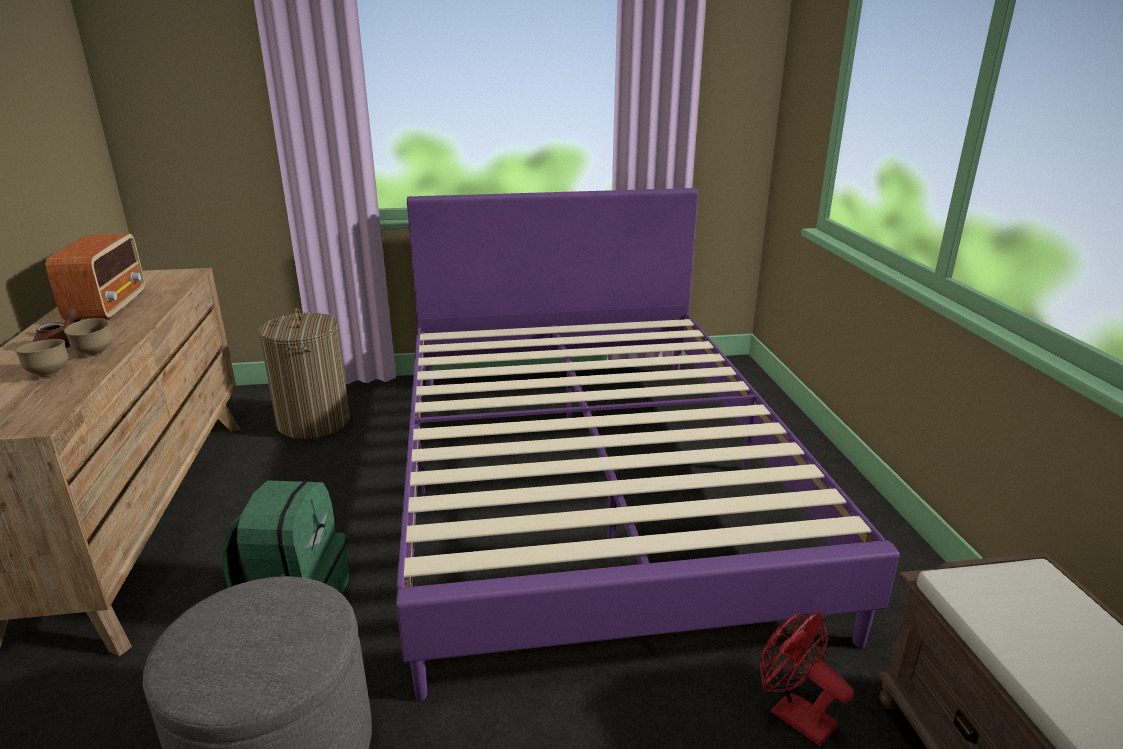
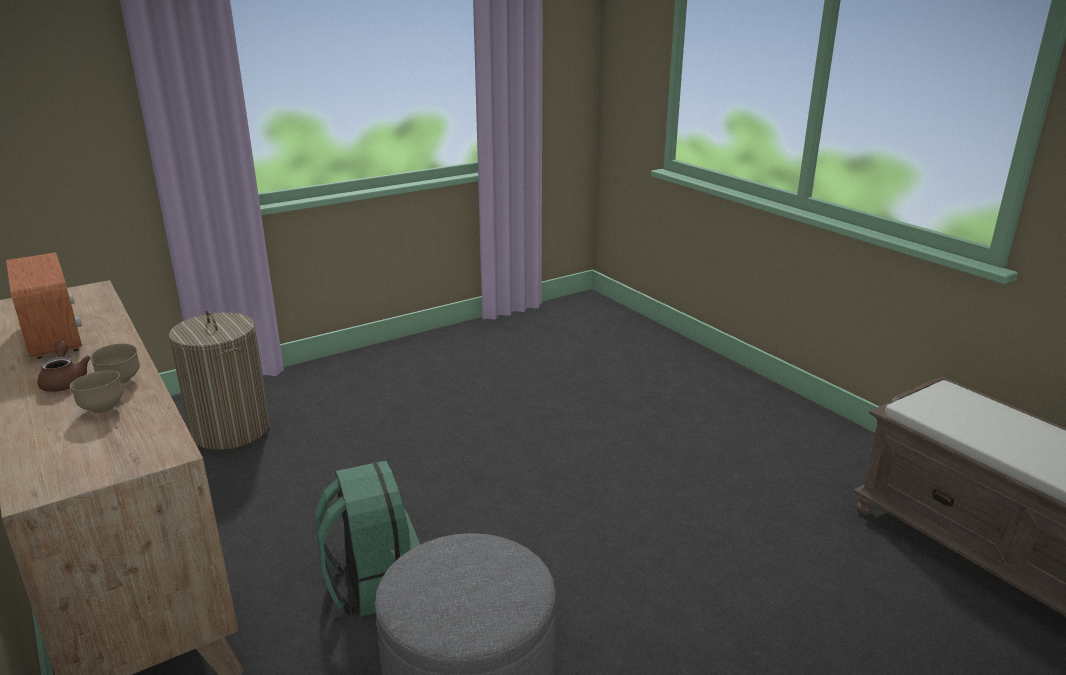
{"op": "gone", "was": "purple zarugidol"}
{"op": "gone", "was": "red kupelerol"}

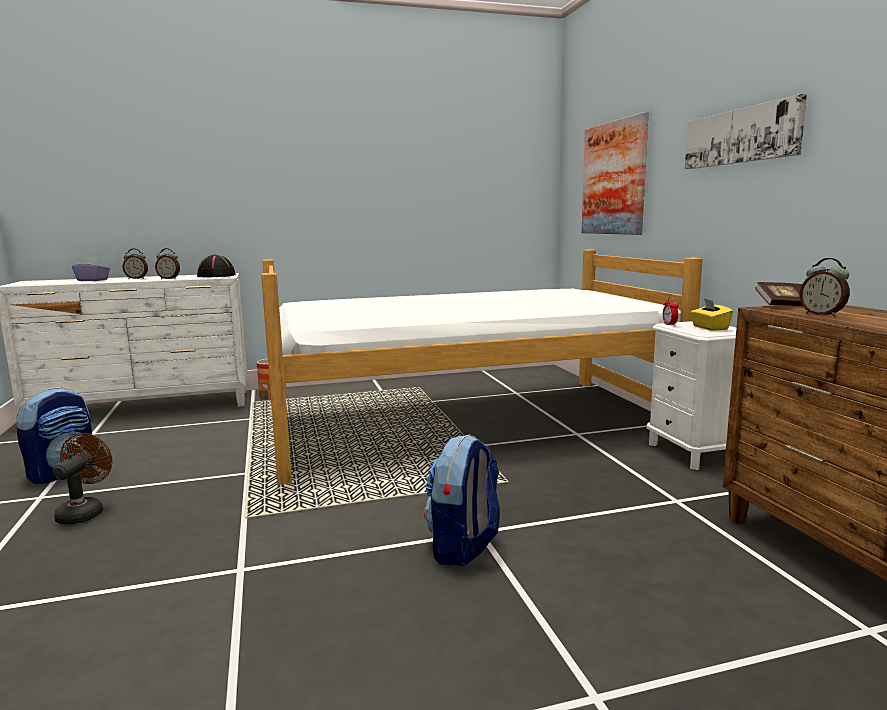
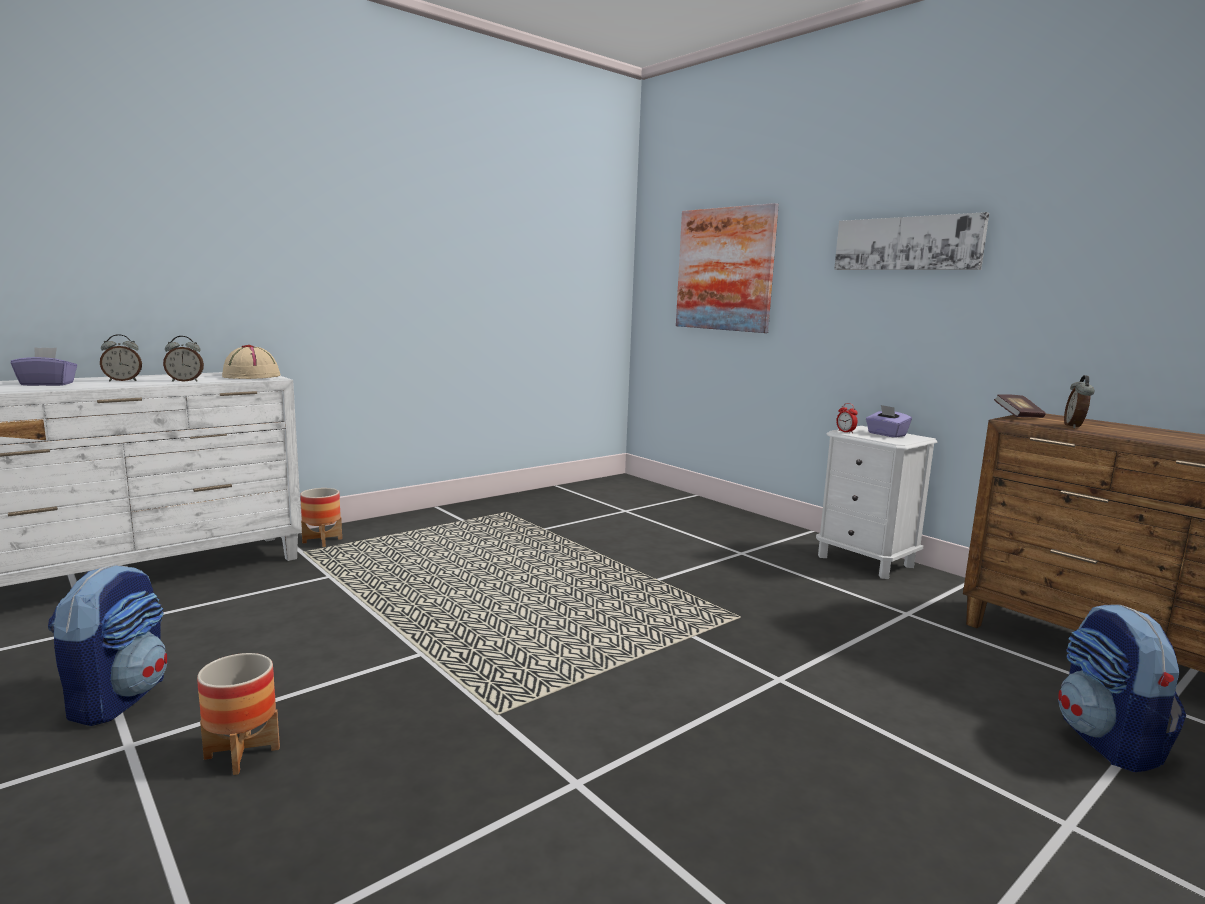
{"op": "swapped", "was": "brown kupelerol", "now": "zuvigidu (no. 1 from left)"}
{"op": "repainted", "was": "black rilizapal", "now": "beige rilizapal"}
{"op": "repainted", "was": "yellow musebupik", "now": "purple musebupik (no. 2 from left)"}
{"op": "shifted", "was": "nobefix (no. 2 from left)"}
{"op": "rotated", "was": "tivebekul (no. 4 from left)", "clockwise": 75}
{"op": "gone", "was": "zarugidol"}

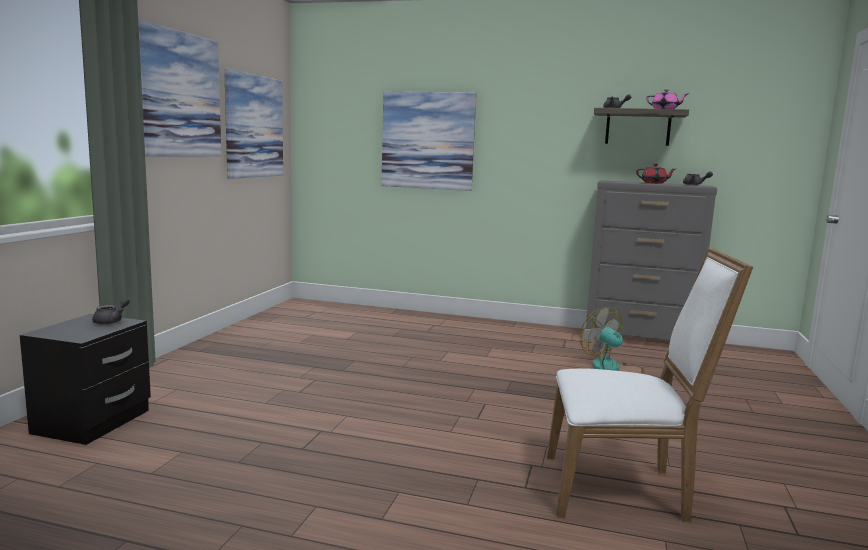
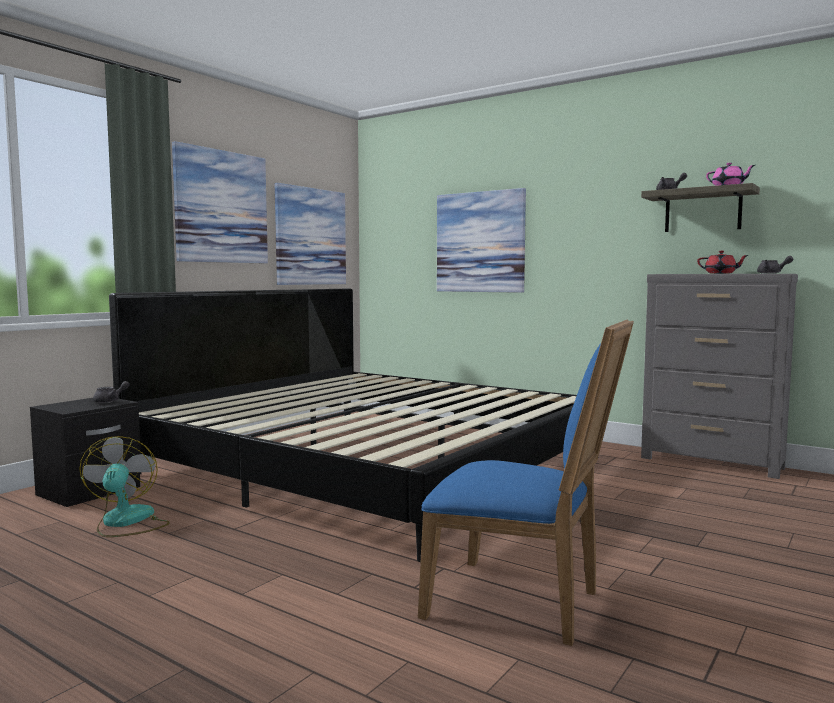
{"op": "shifted", "was": "kupelerol"}
{"op": "new", "now": "zarugidol"}
{"op": "repainted", "was": "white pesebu", "now": "blue pesebu"}

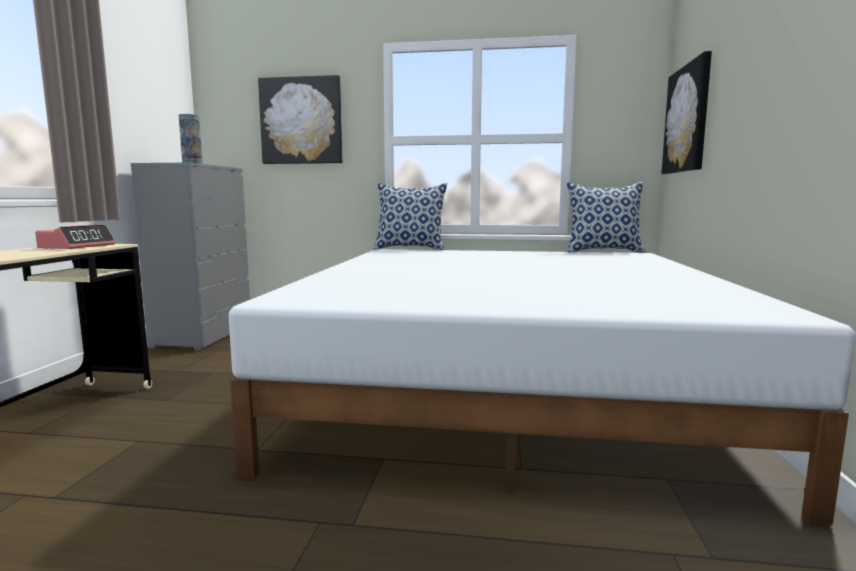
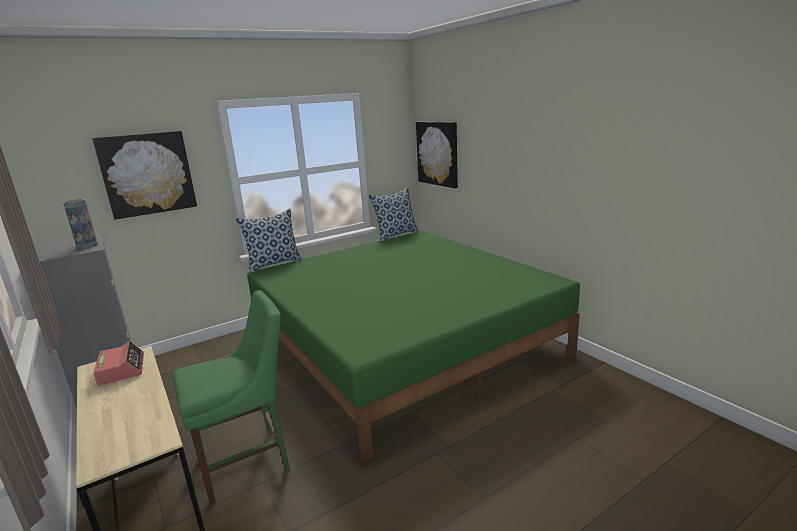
{"op": "new", "now": "green pesebu"}
{"op": "repainted", "was": "white zarugidol", "now": "green zarugidol"}

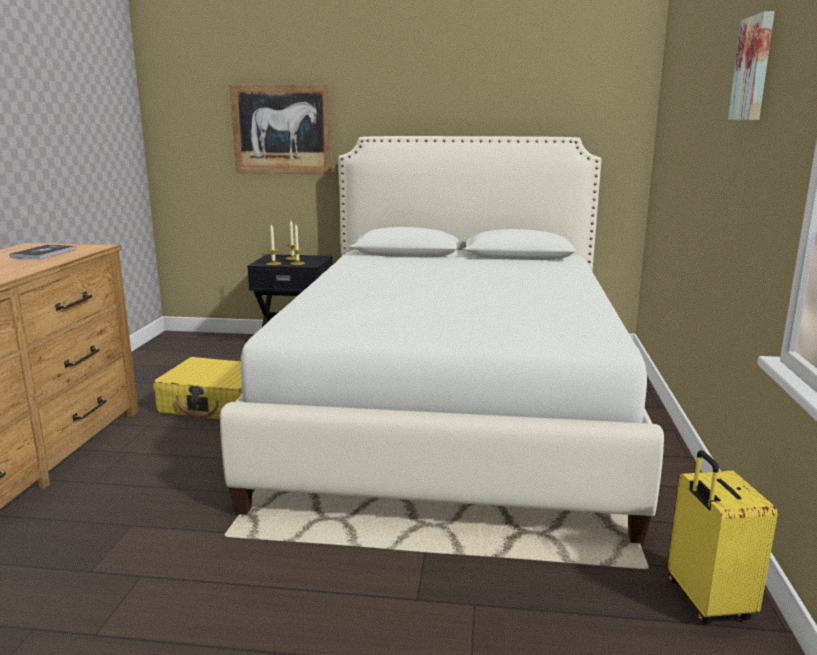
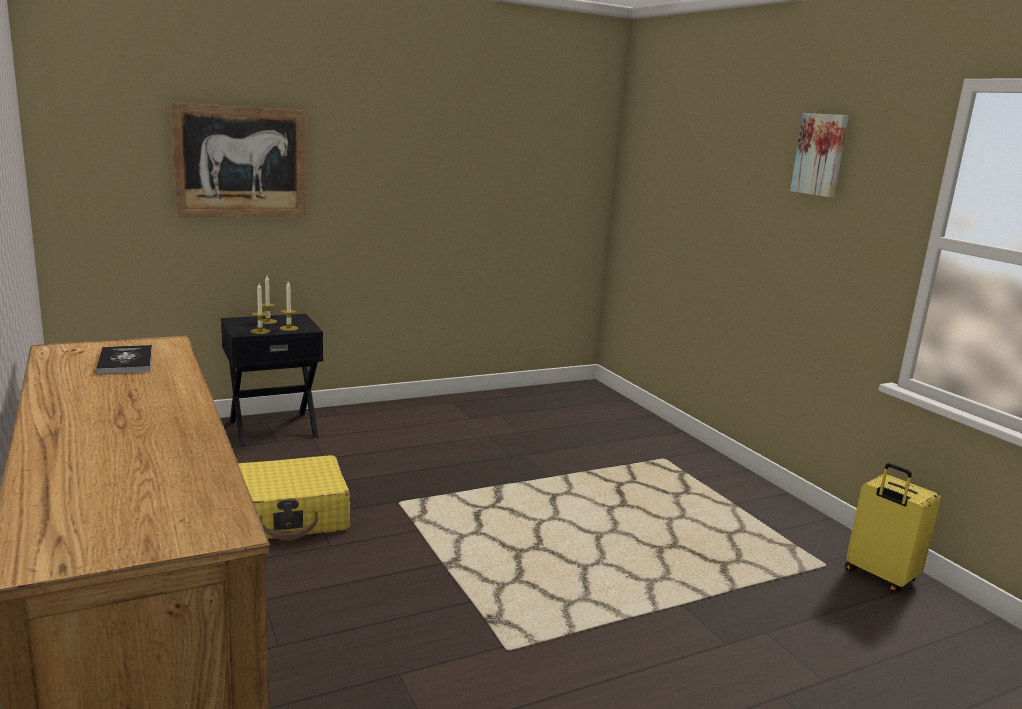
{"op": "gone", "was": "white zarugidol"}

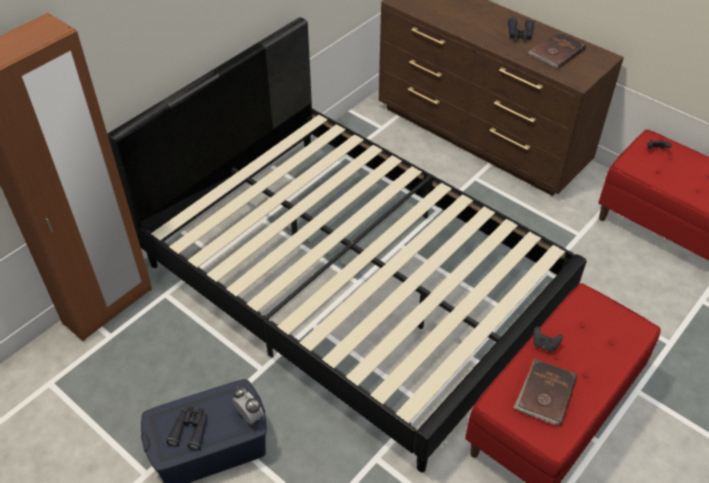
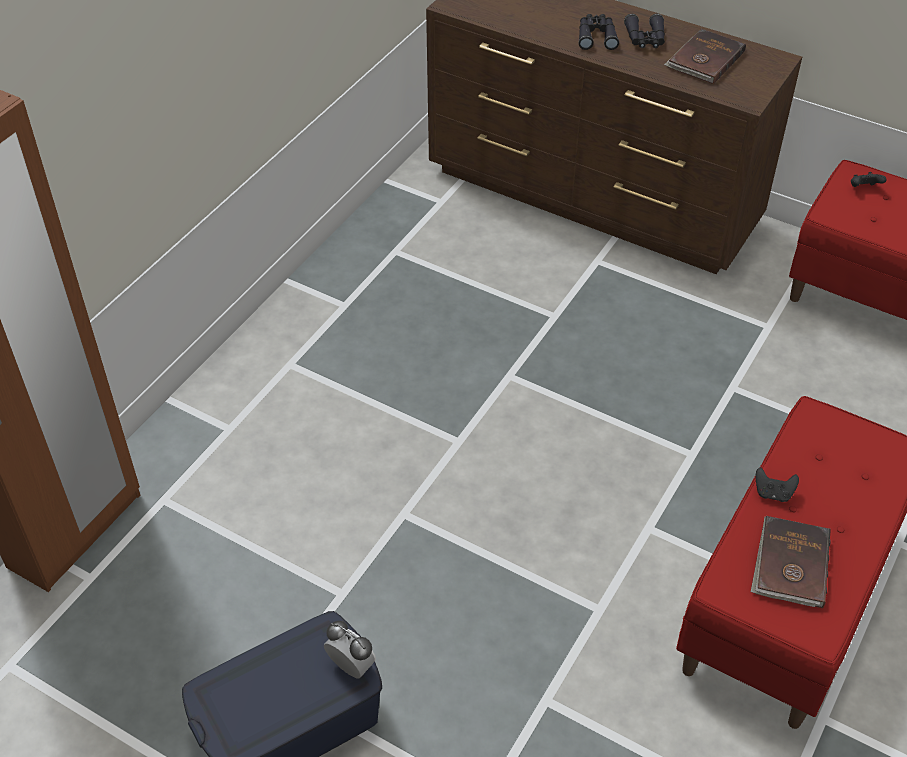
{"op": "shifted", "was": "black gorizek (no. 1 from left)"}
{"op": "gone", "was": "black zarugidol"}

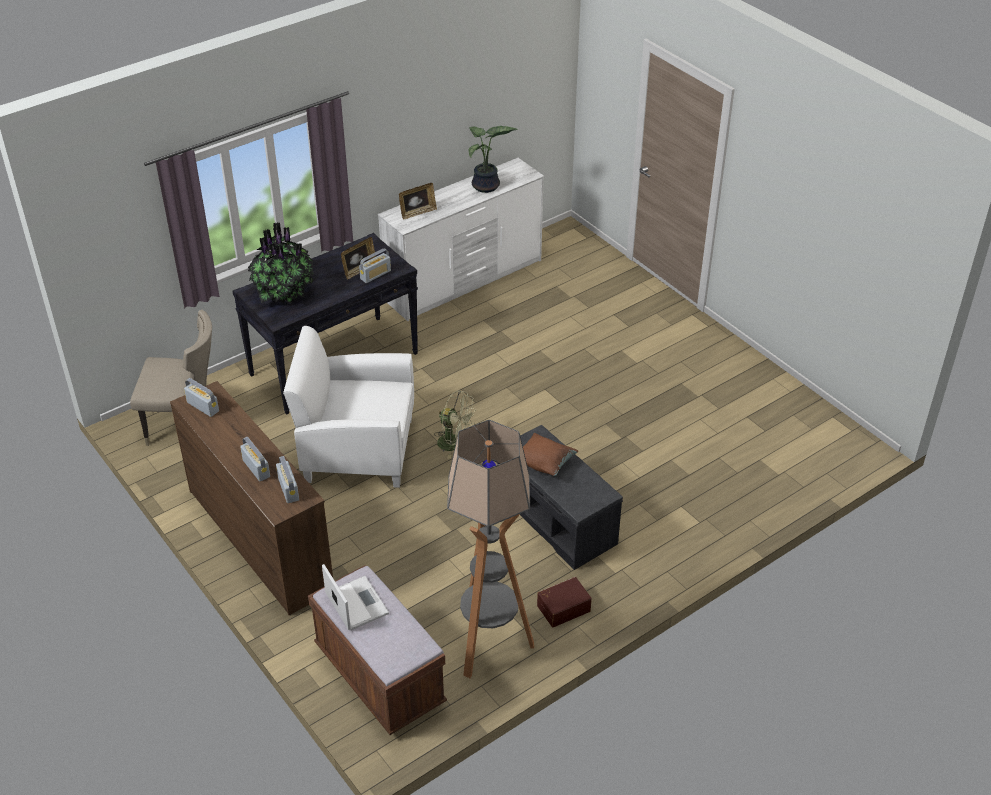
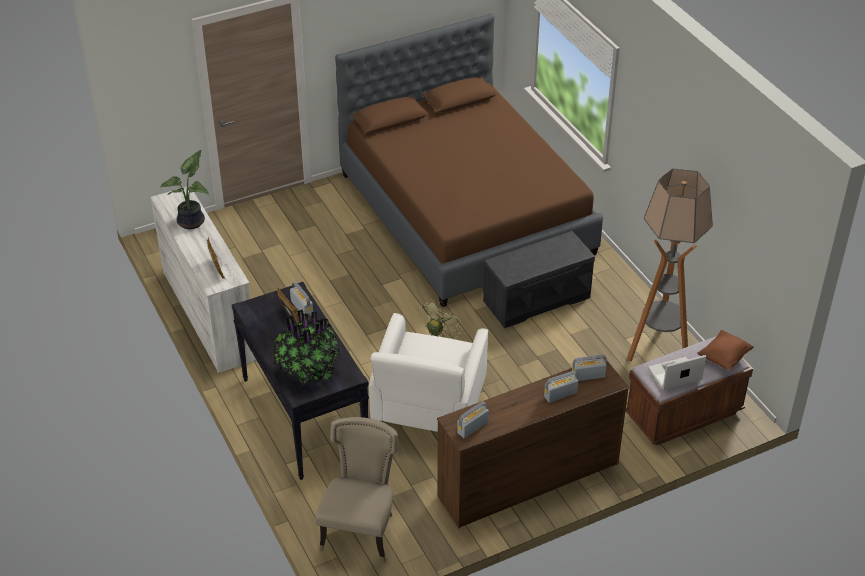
{"op": "new", "now": "brown zarugidol"}
{"op": "shifted", "was": "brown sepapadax"}
{"op": "gone", "was": "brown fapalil"}

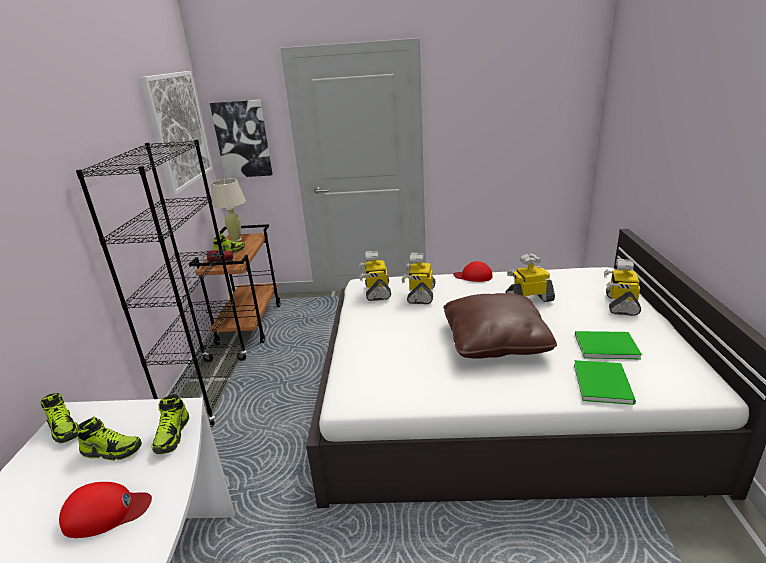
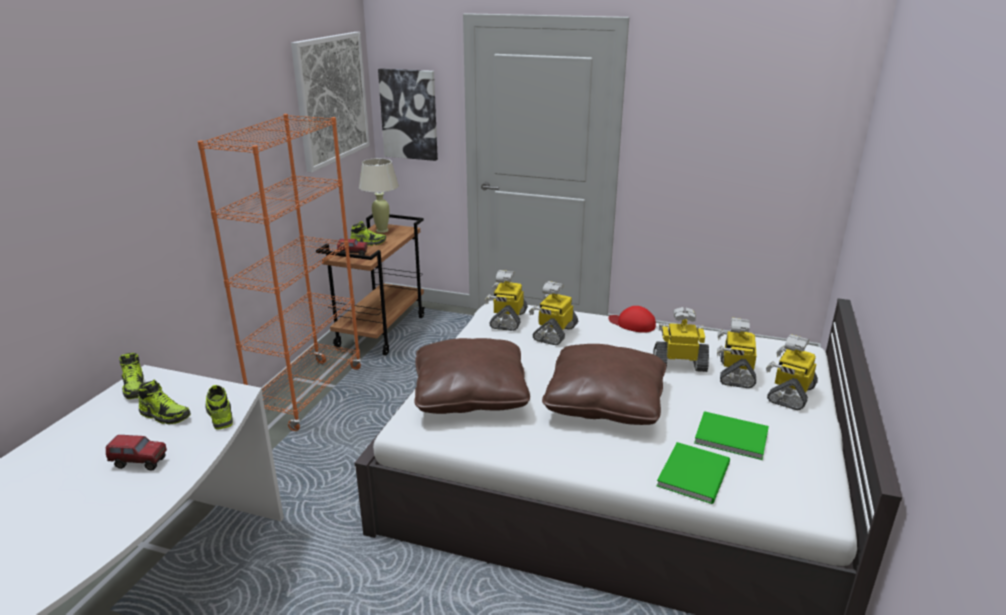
{"op": "swapped", "was": "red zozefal (no. 1 from left)", "now": "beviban (no. 1 from left)"}
{"op": "repainted", "was": "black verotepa", "now": "orange verotepa"}
{"op": "rotated", "was": "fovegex (no. 3 from left)", "clockwise": 135}
{"op": "new", "now": "brown sepapadax (no. 1 from left)"}
{"op": "new", "now": "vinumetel (no. 4 from left)"}

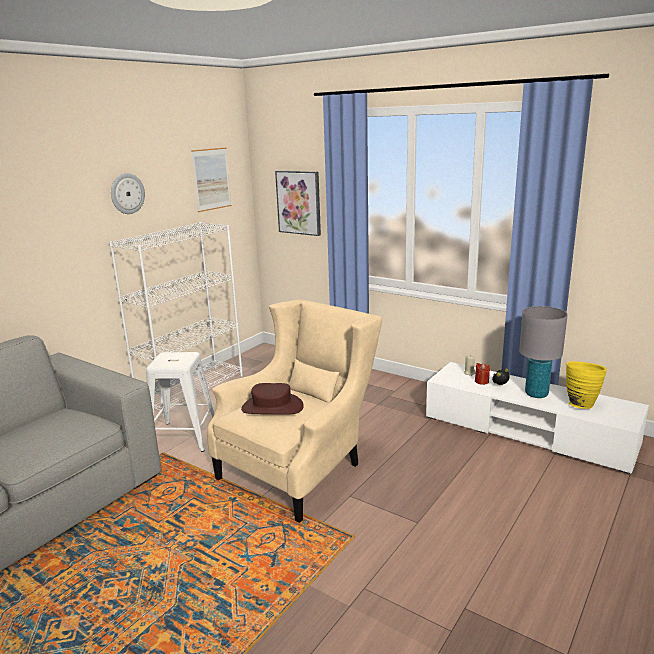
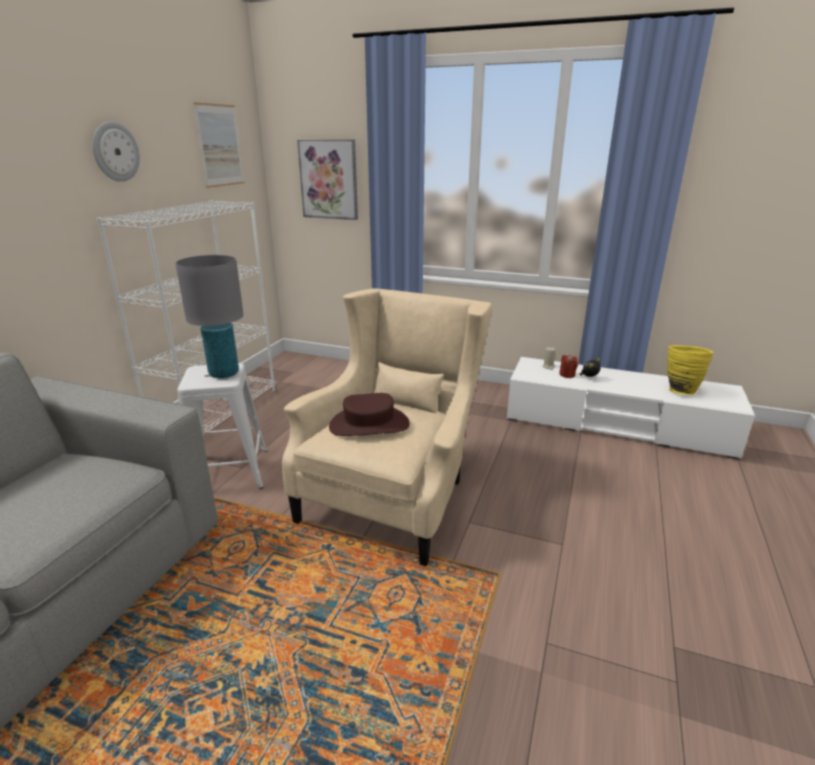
{"op": "shifted", "was": "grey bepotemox"}

